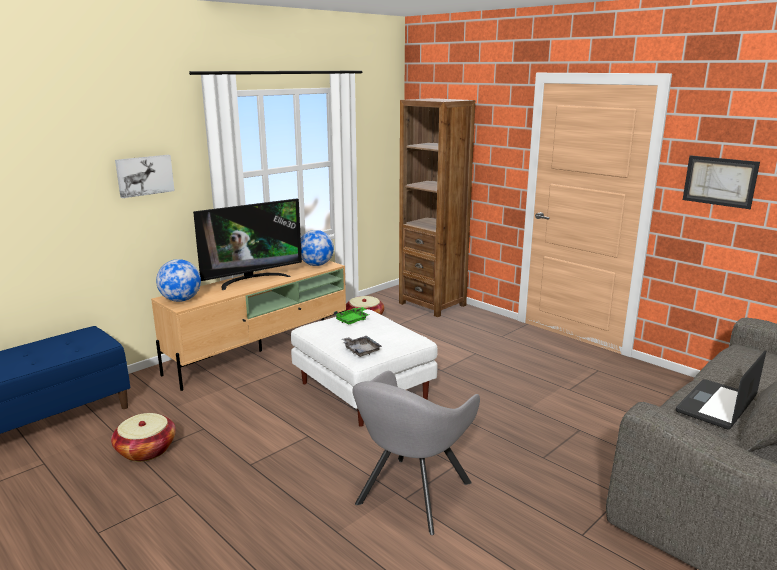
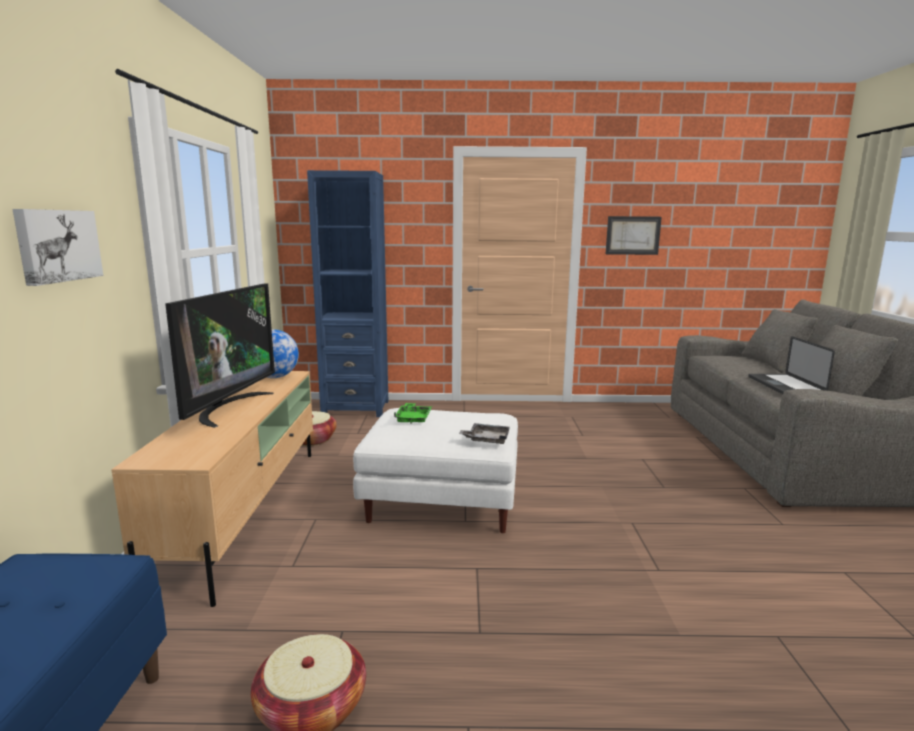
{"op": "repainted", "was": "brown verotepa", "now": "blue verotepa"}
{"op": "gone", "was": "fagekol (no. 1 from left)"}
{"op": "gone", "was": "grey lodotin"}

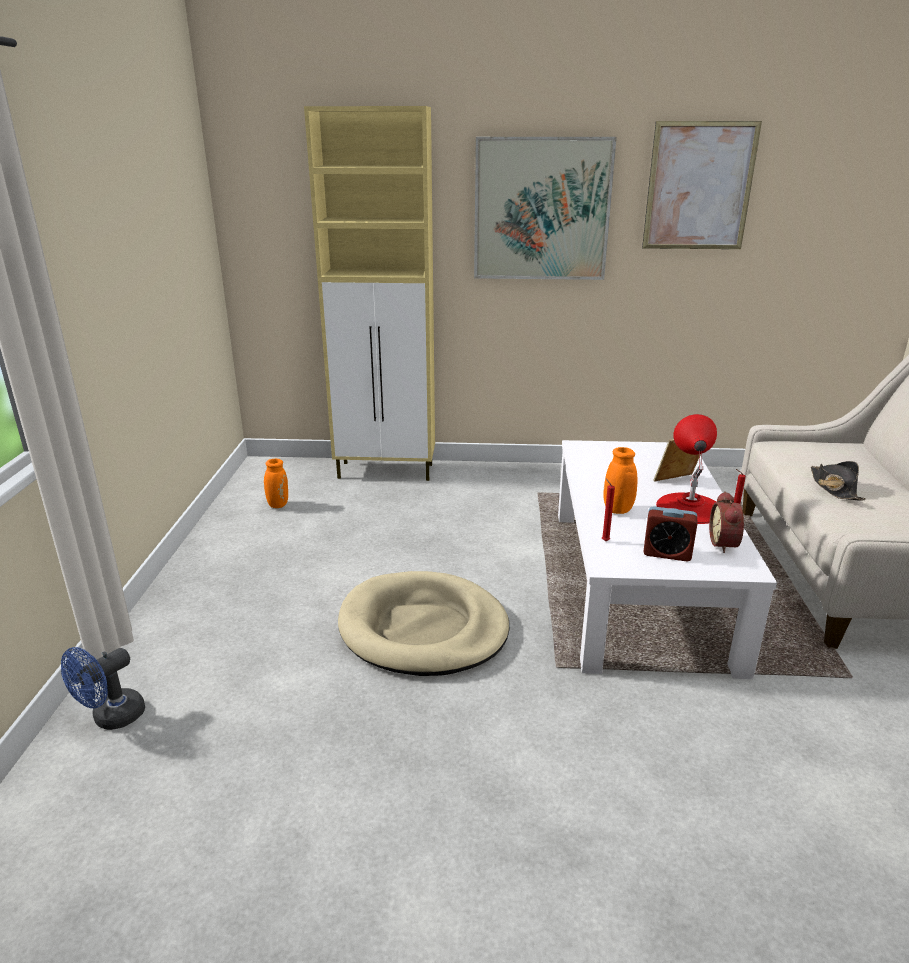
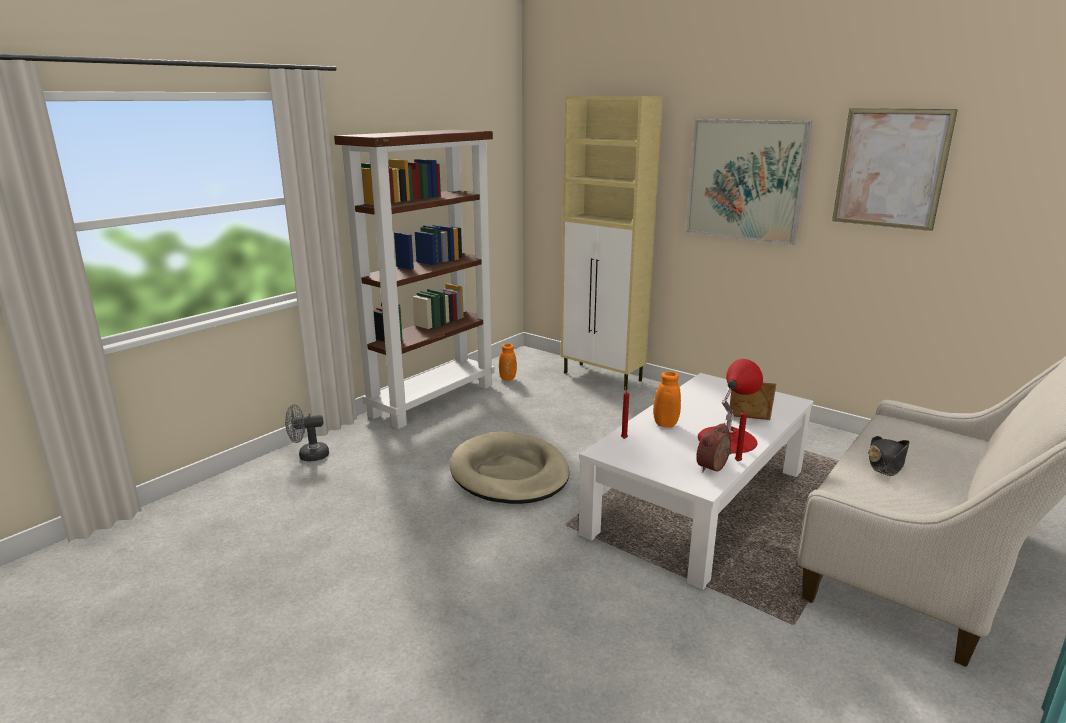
{"op": "repainted", "was": "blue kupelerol", "now": "grey kupelerol"}
{"op": "new", "now": "brown verotepa"}
{"op": "gone", "was": "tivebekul (no. 1 from left)"}

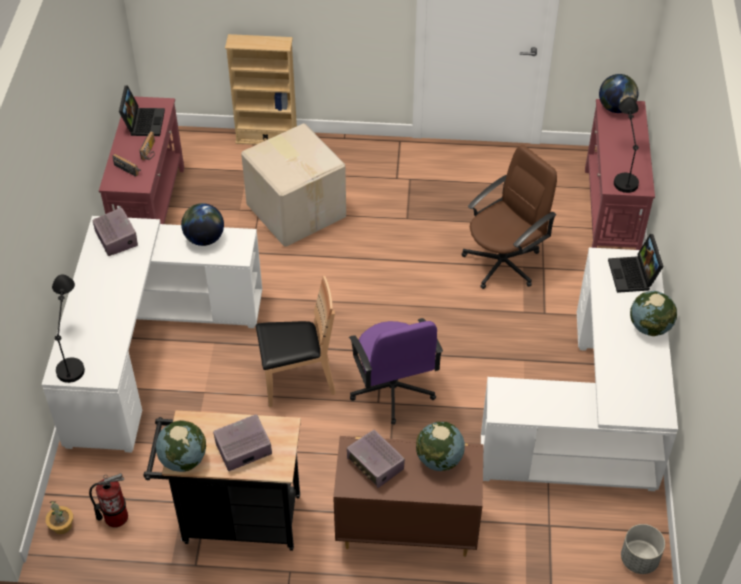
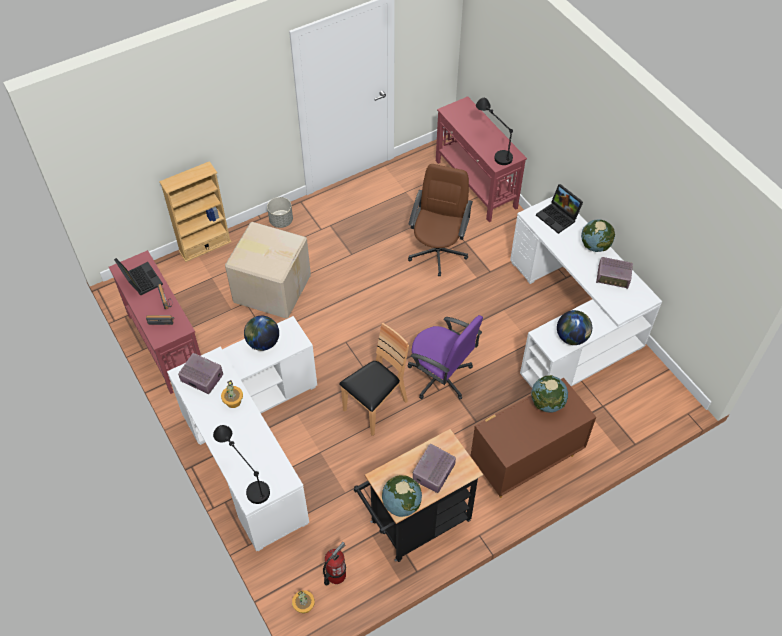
{"op": "new", "now": "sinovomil (no. 1 from left)"}
{"op": "shifted", "was": "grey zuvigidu"}
{"op": "shifted", "was": "fagekol (no. 4 from left)"}
{"op": "shifted", "was": "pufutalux (no. 5 from left)"}

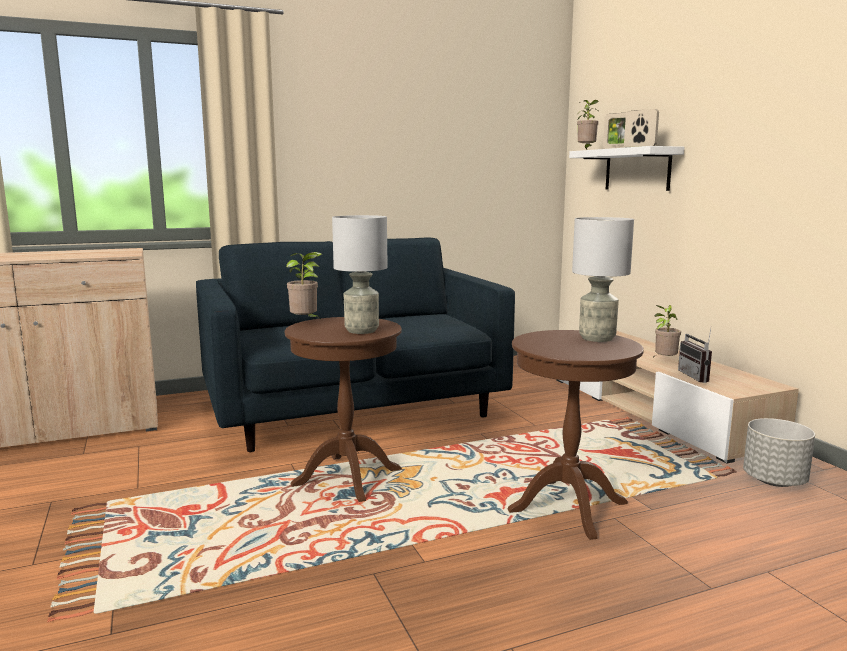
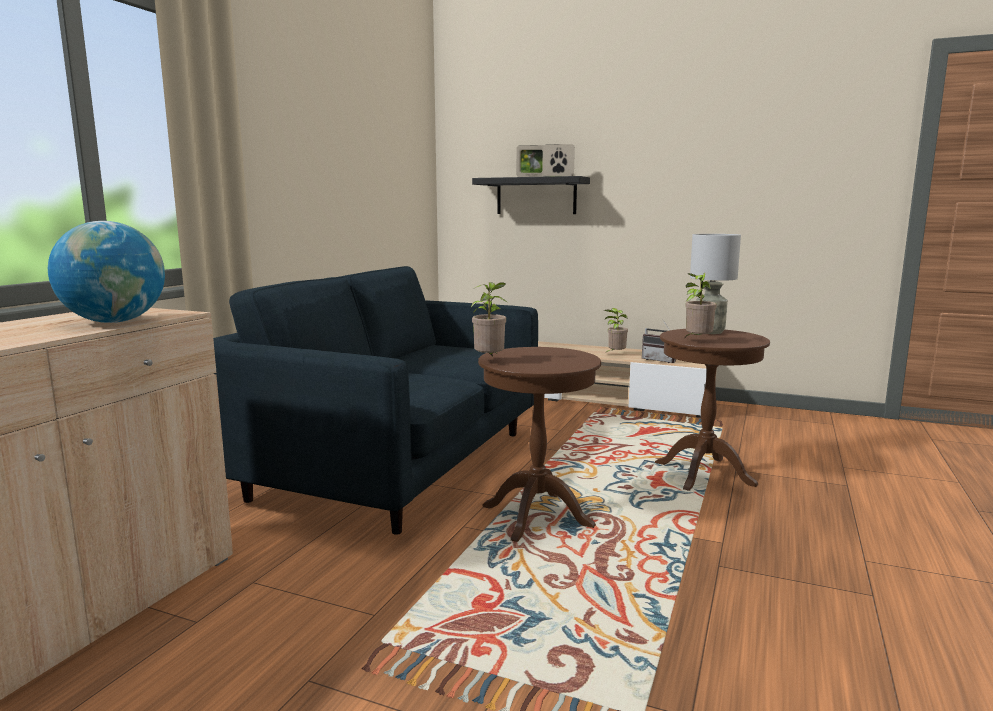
{"op": "new", "now": "fagekol"}
{"op": "repainted", "was": "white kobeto", "now": "black kobeto"}
{"op": "shifted", "was": "sinovomil (no. 2 from left in the first image)", "now": "sinovomil (no. 3 from left)"}
{"op": "gone", "was": "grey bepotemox (no. 1 from left)"}
{"op": "gone", "was": "grey zuvigidu"}

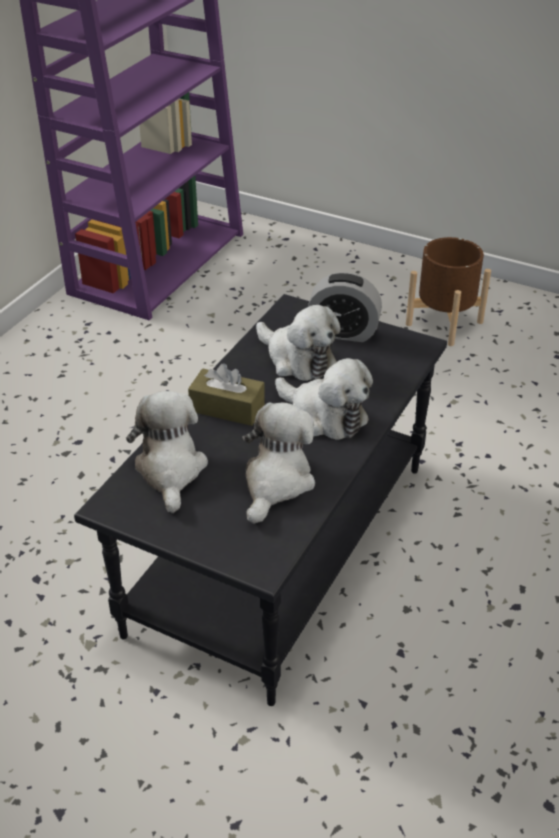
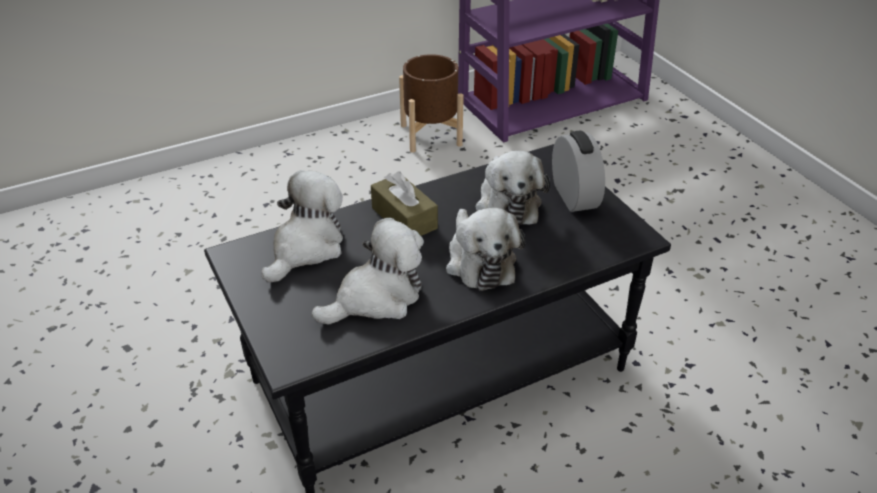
{"op": "shifted", "was": "brown zuvigidu"}
{"op": "rotated", "was": "tivebekul", "clockwise": -150}

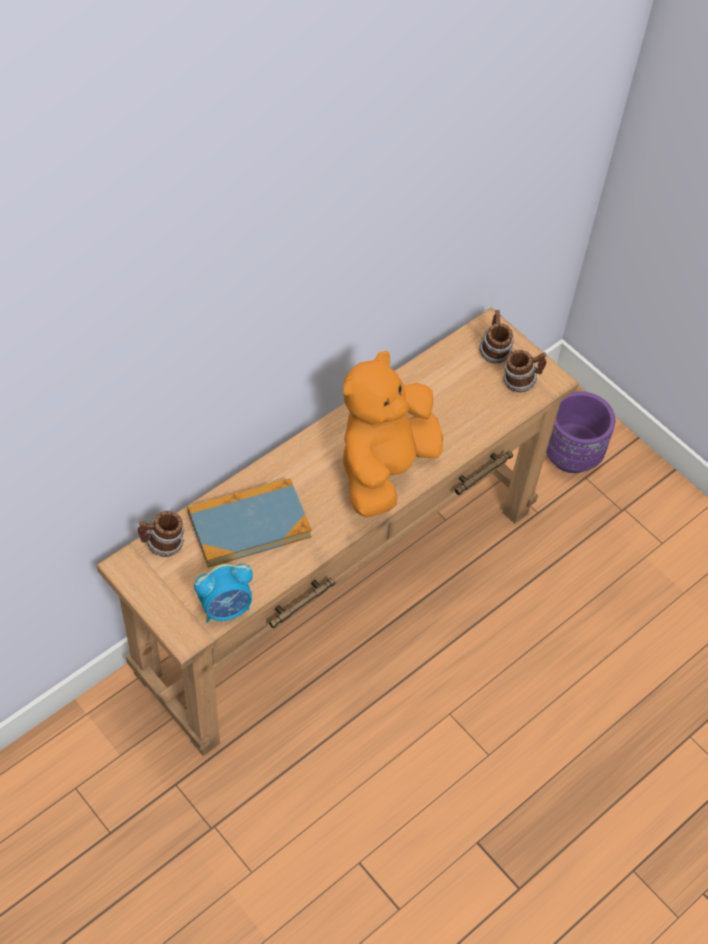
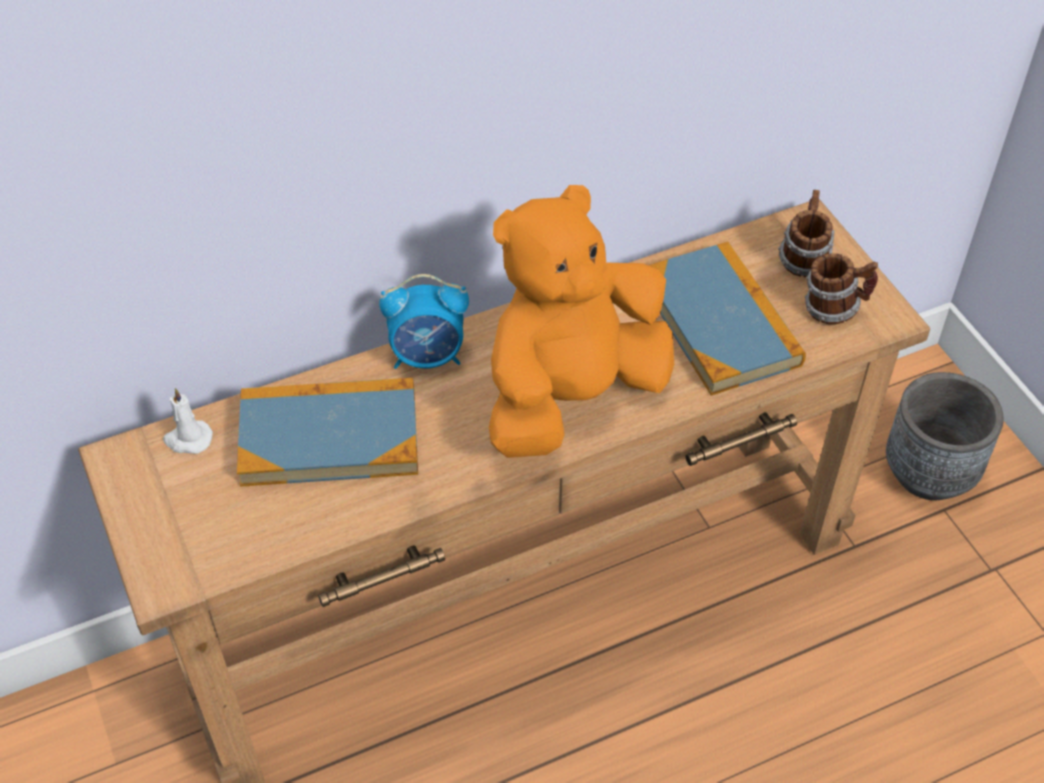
{"op": "swapped", "was": "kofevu (no. 1 from left)", "now": "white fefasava"}
{"op": "shifted", "was": "tivebekul"}
{"op": "new", "now": "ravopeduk (no. 2 from left)"}
{"op": "repainted", "was": "purple zuvigidu", "now": "grey zuvigidu"}

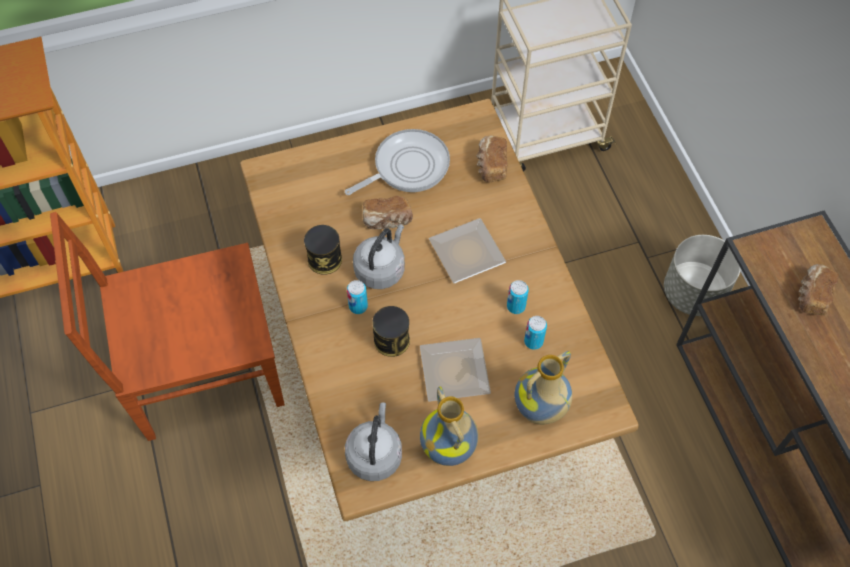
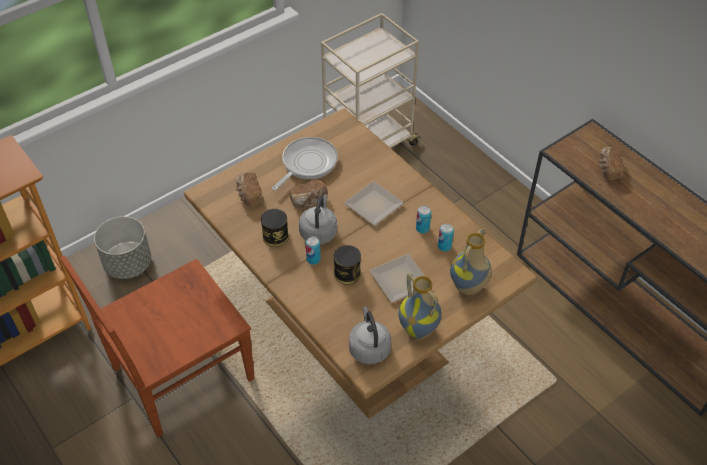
{"op": "shifted", "was": "grey zuvigidu"}
{"op": "shifted", "was": "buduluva (no. 2 from left in the first image)", "now": "buduluva (no. 1 from left)"}

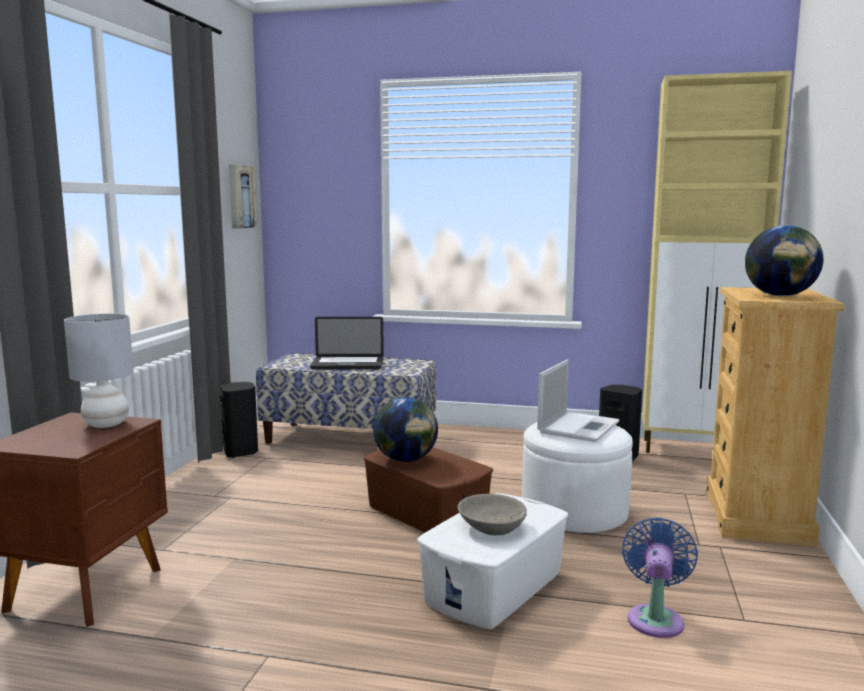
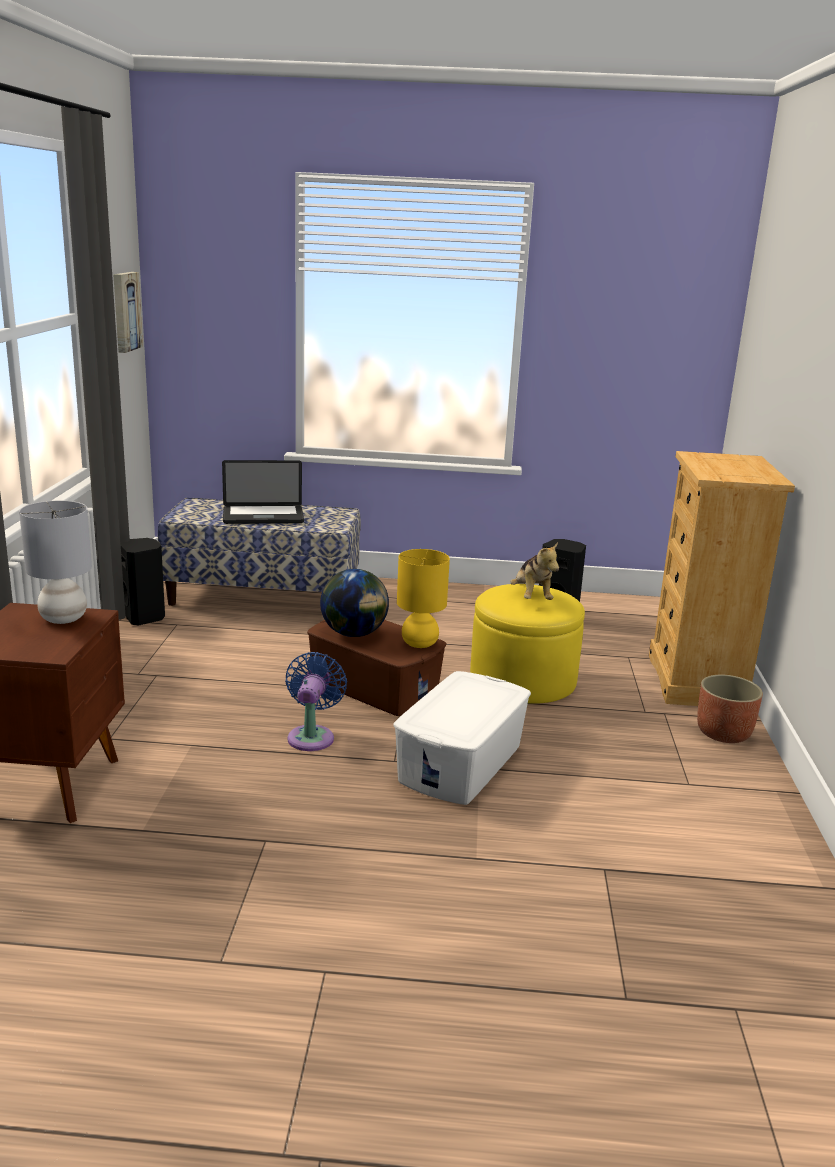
{"op": "shifted", "was": "blue kupelerol"}
{"op": "new", "now": "yellow bepotemox"}
{"op": "repainted", "was": "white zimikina", "now": "yellow zimikina"}
{"op": "swapped", "was": "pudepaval (no. 2 from left)", "now": "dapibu"}
{"op": "new", "now": "zuvigidu"}
{"op": "gone", "was": "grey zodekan"}
{"op": "gone", "was": "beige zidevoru"}
{"op": "gone", "was": "fagekol (no. 2 from left)"}

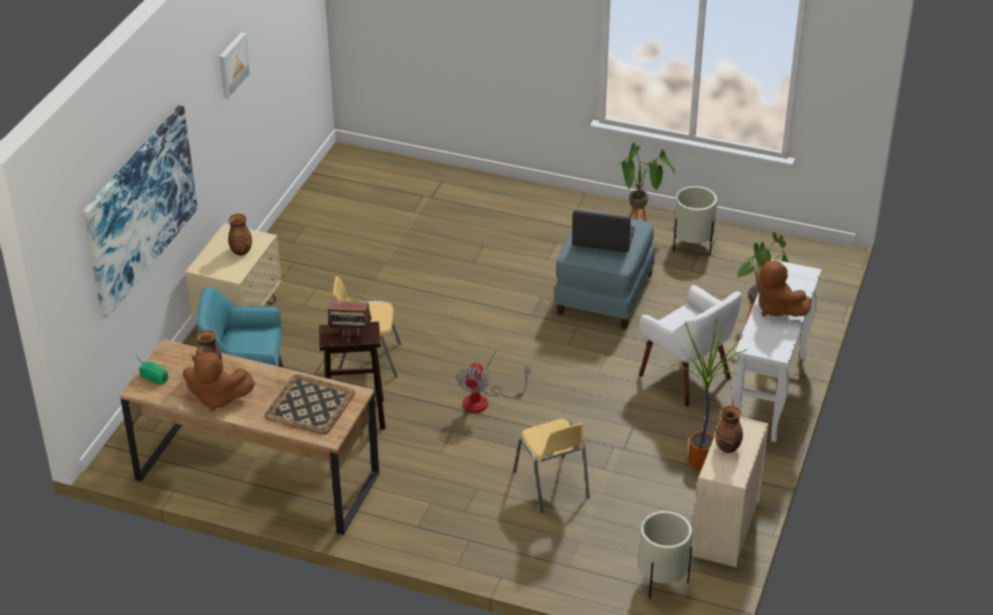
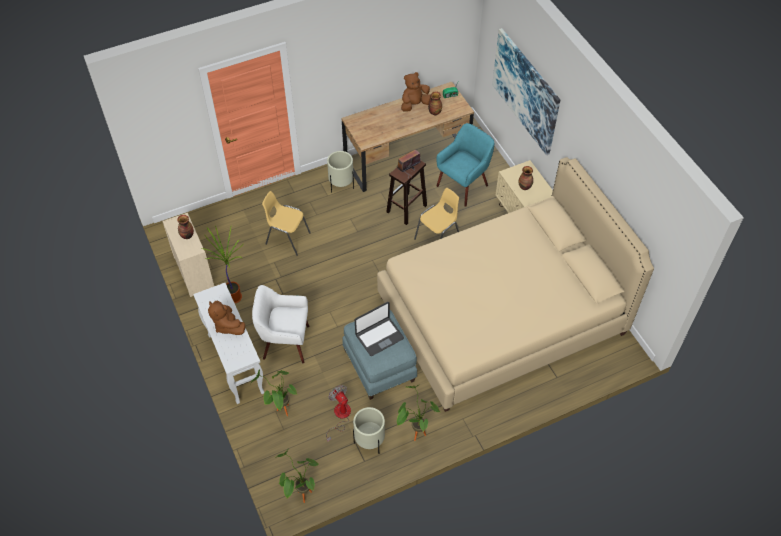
{"op": "rotated", "was": "brown dapibu (no. 2 from left in the first image)", "clockwise": -135}
{"op": "new", "now": "sinovomil (no. 3 from left)"}
{"op": "shifted", "was": "kupelerol"}
{"op": "shifted", "was": "beige zuvigidu (no. 1 from left)"}
{"op": "new", "now": "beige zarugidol"}
{"op": "gone", "was": "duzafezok (no. 2 from left)"}
{"op": "gone", "was": "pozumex"}

